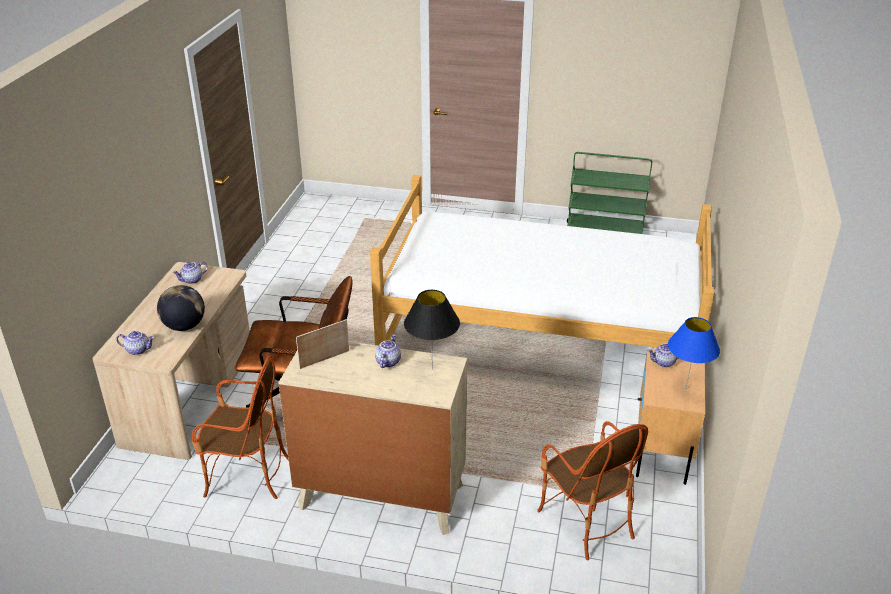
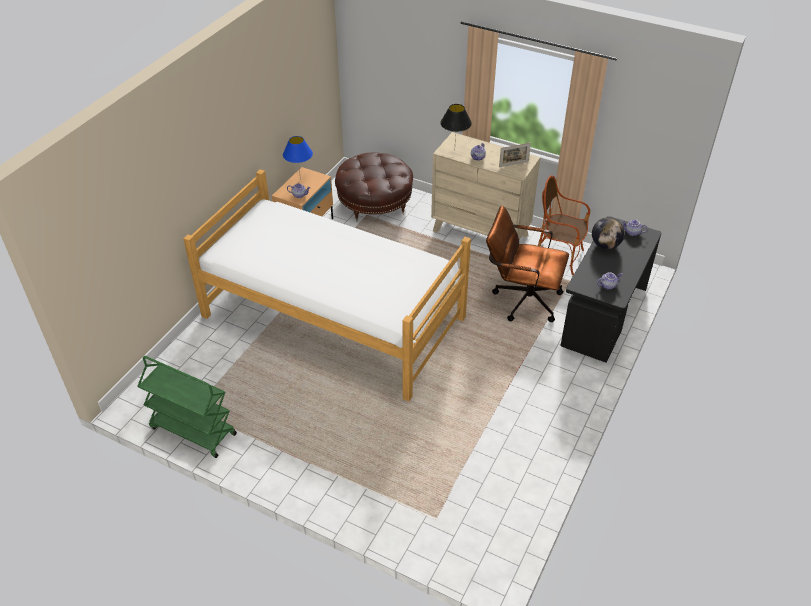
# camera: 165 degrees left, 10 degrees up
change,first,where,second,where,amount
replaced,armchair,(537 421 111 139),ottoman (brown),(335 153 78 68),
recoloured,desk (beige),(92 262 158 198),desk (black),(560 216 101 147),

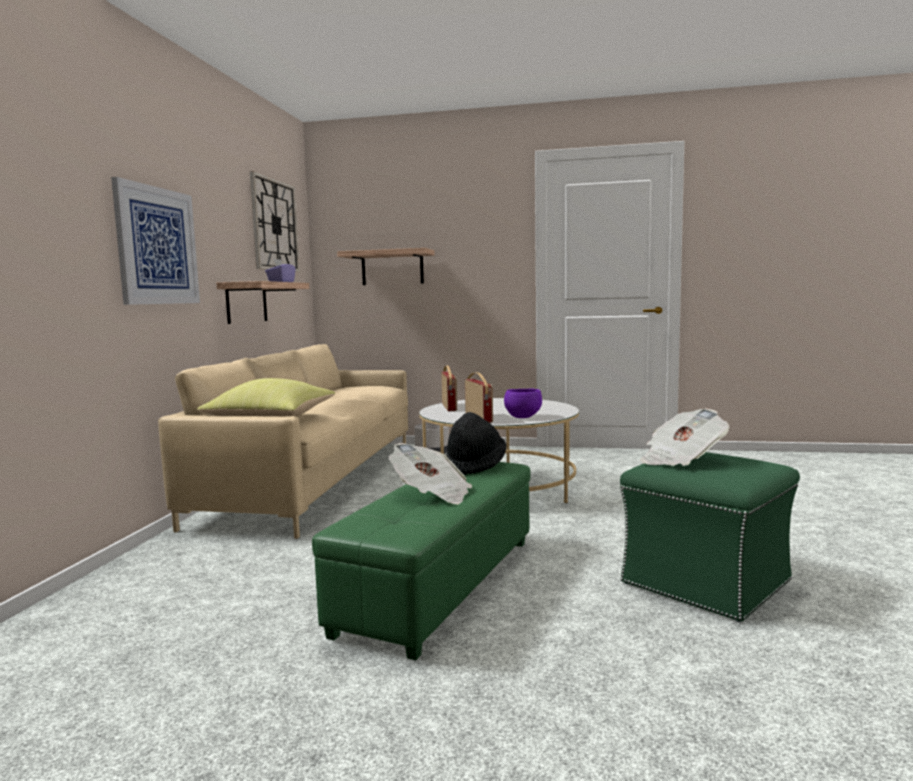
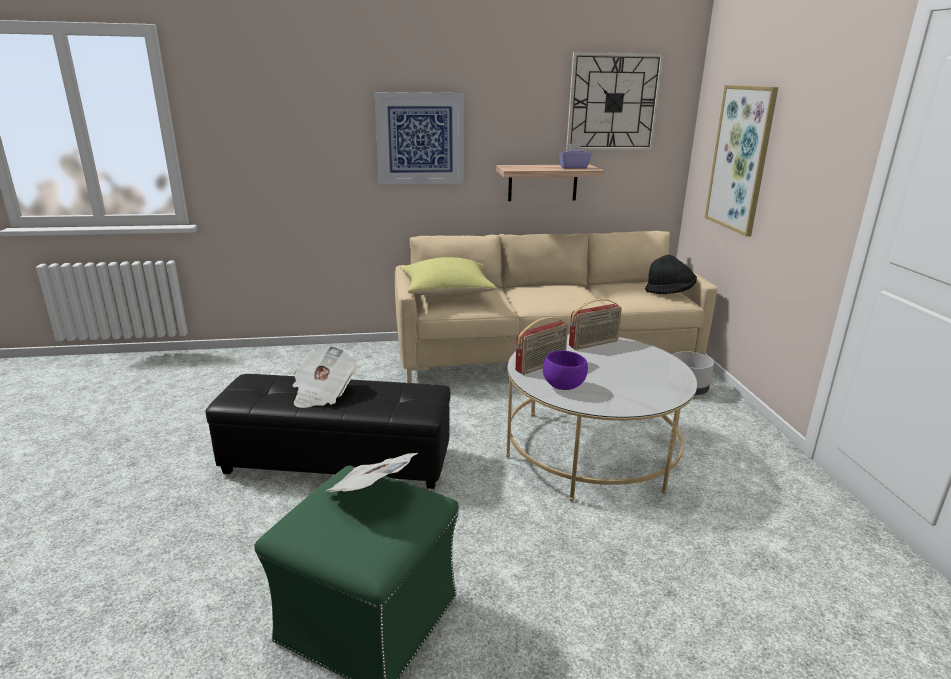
# camera: 70 degrees right, 15 degrees up
change,first,where,second,where,amount
moved,hat (black),(447 412 60 63),,(645 255 52 39),
replaced,shelf,(337 248 98 37),picture,(705 85 73 152),
recoloured,ottoman (green),(312 462 219 198),ottoman (black),(205 374 245 115),

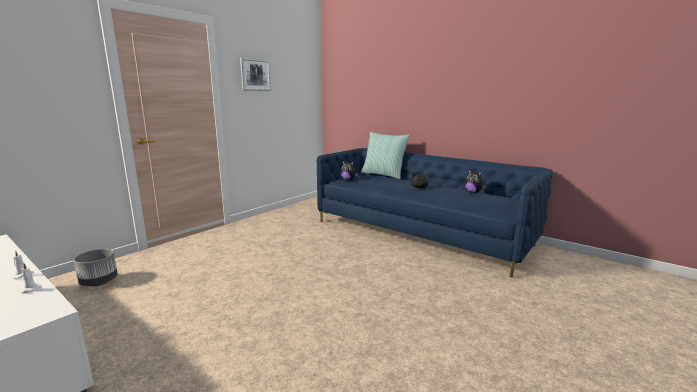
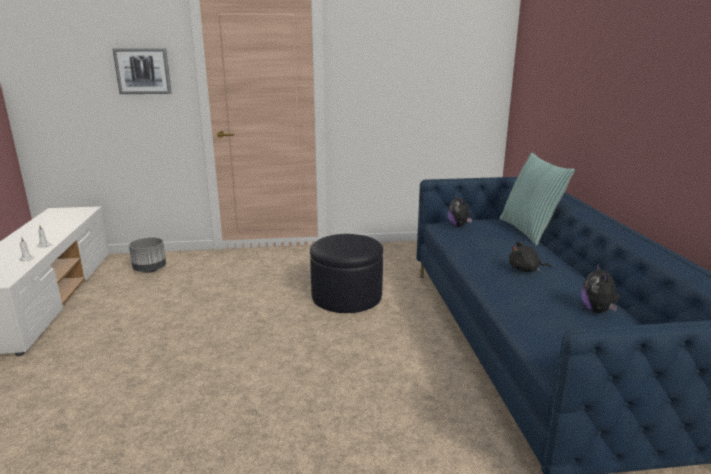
# camera: 45 degrees right, 5 degrees up
change,first,where,second,where,amount
added,,,ottoman (black),(310 234 73 79),
moved,picture,(240 58 31 33),,(112 48 60 46),

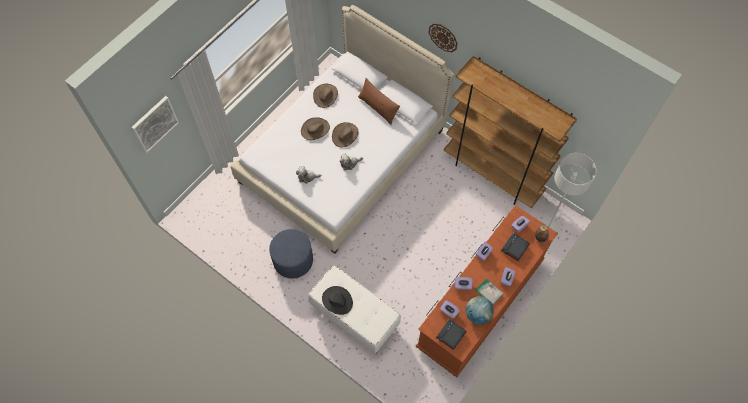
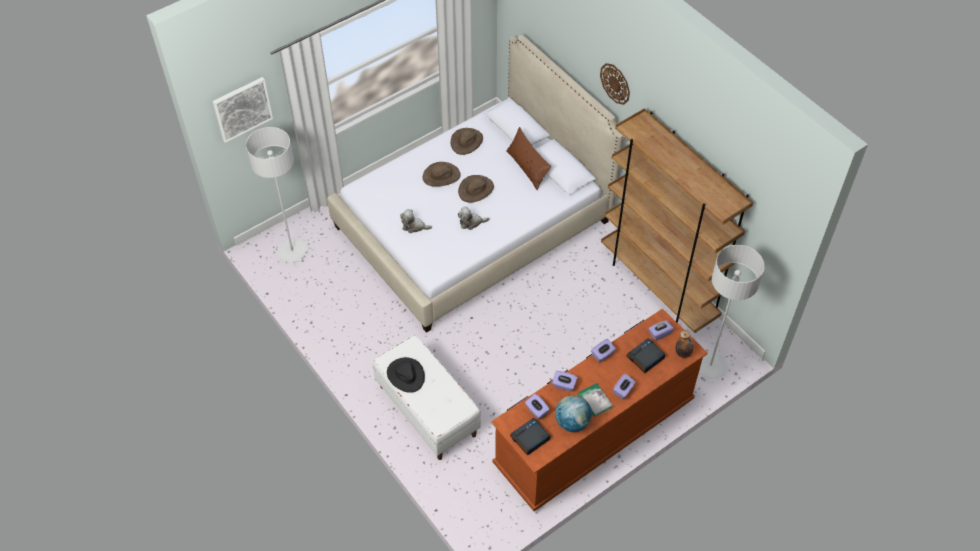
# camera: 15 degrees right, 10 degrees down
change,first,where,second,where,amount
removed,ottoman (blue),(269 229 44 50),,,
added,,,floor lamp (grey),(246 127 61 136),

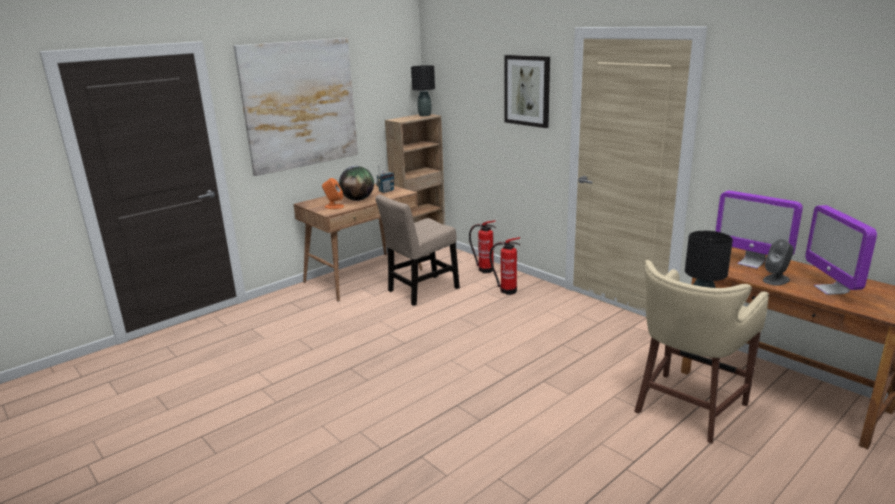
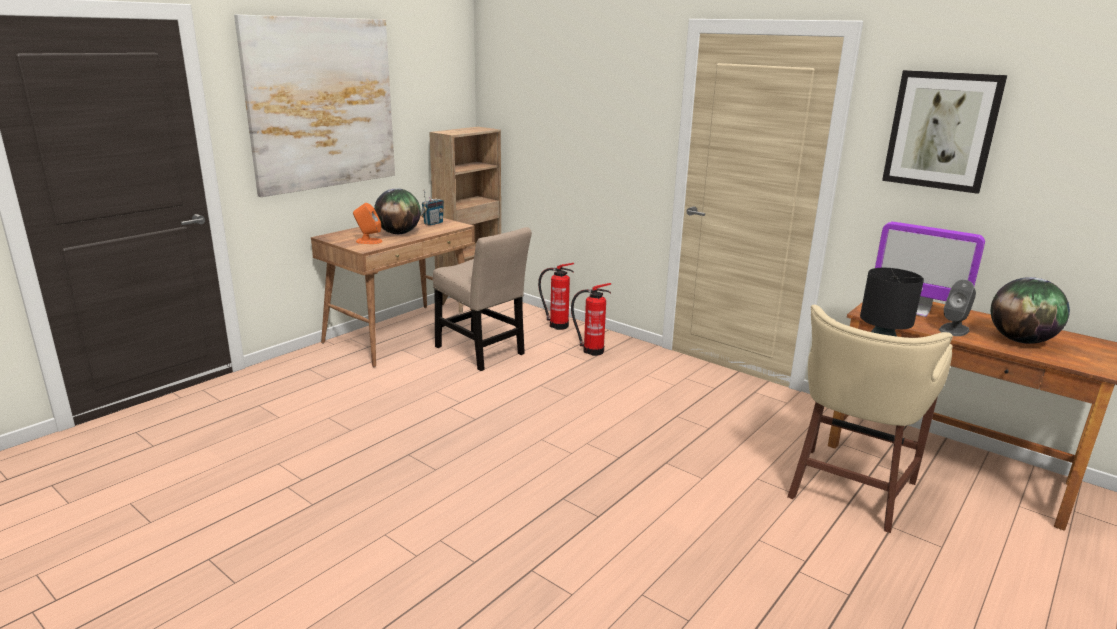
# camera: 10 degrees left, 0 degrees up
change,first,where,second,where,amount
removed,table lamp (black),(411 65 24 51),,,
moved,picture,(504 55 46 73),,(882 70 125 124),
replaced,monitor,(805 205 72 90),globe,(991 277 79 67),
turned,chair (beige),(375 195 85 111),,(433 227 99 144),90 degrees counterclockwise

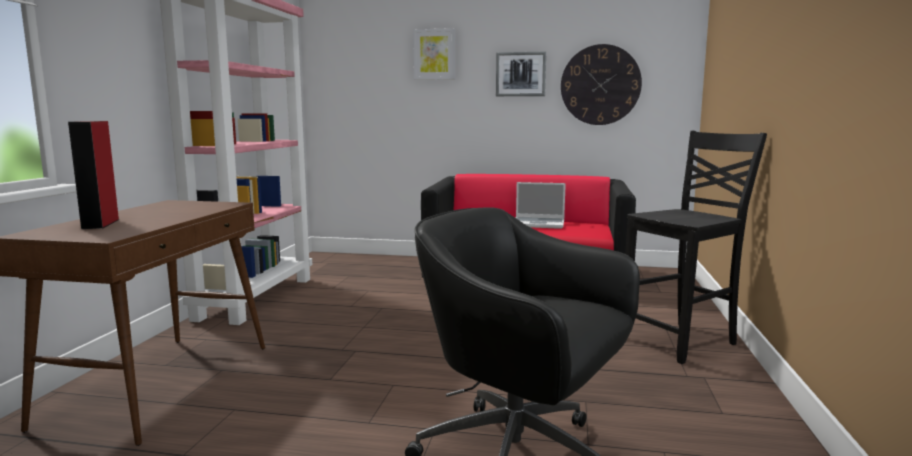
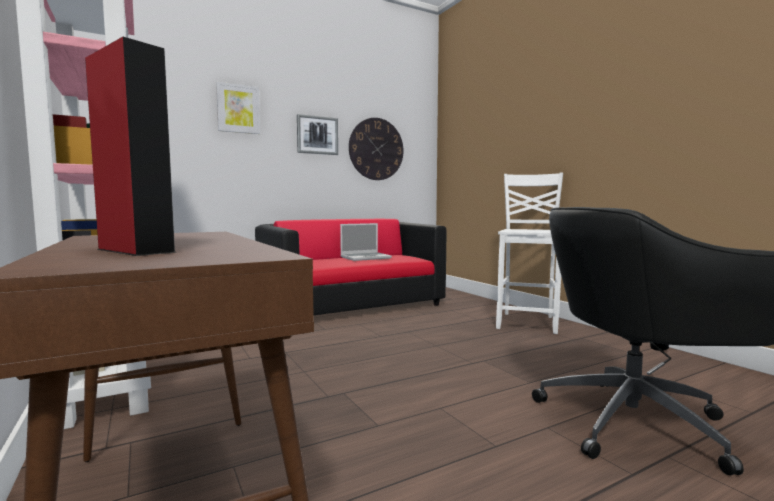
# camera: 40 degrees left, 5 degrees down
change,first,where,second,where,amount
recoloured,chair (black),(625 131 142 233),chair (white),(496 172 67 162),

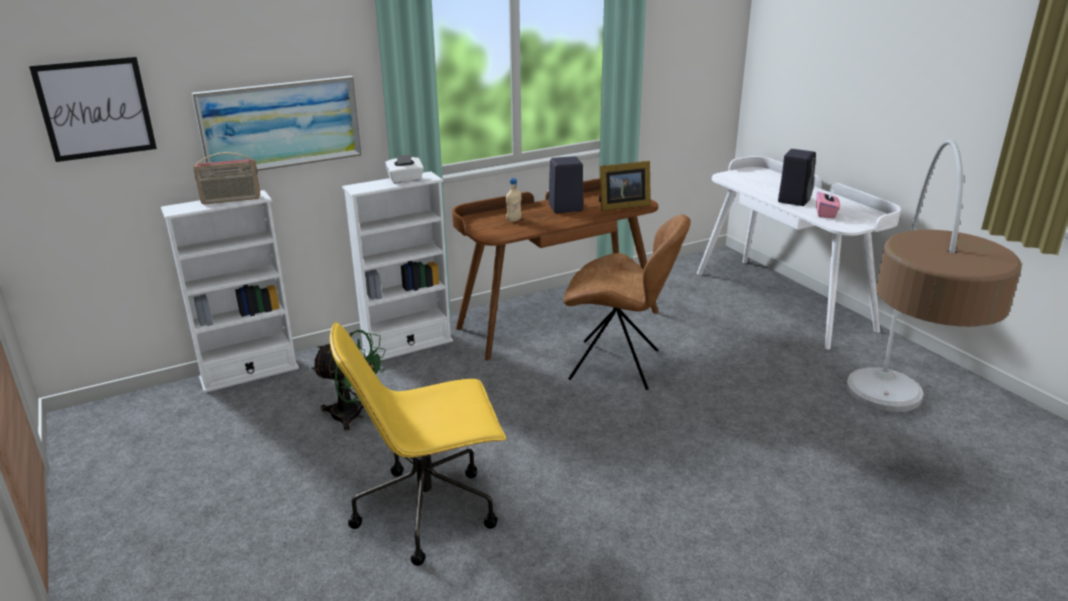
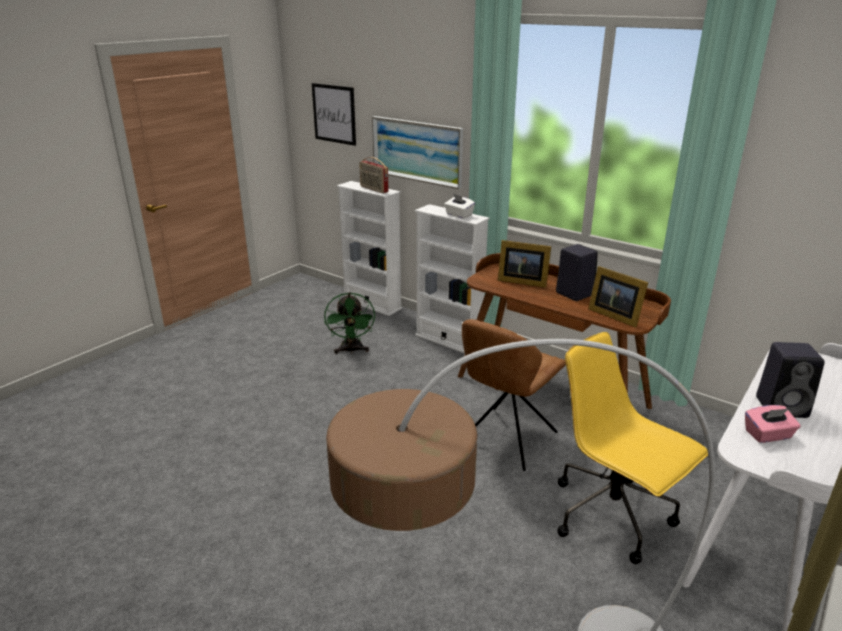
# camera: 65 degrees right, 0 degrees up
change,first,where,second,where,amount
moved,office chair (yellow),(330 322 176 244),,(557 332 151 232),
replaced,bottle (beige),(506 178 16 44),picture frame,(498 240 53 48),
turned,chair (brown),(563 214 128 176),,(462 319 104 152),45 degrees clockwise

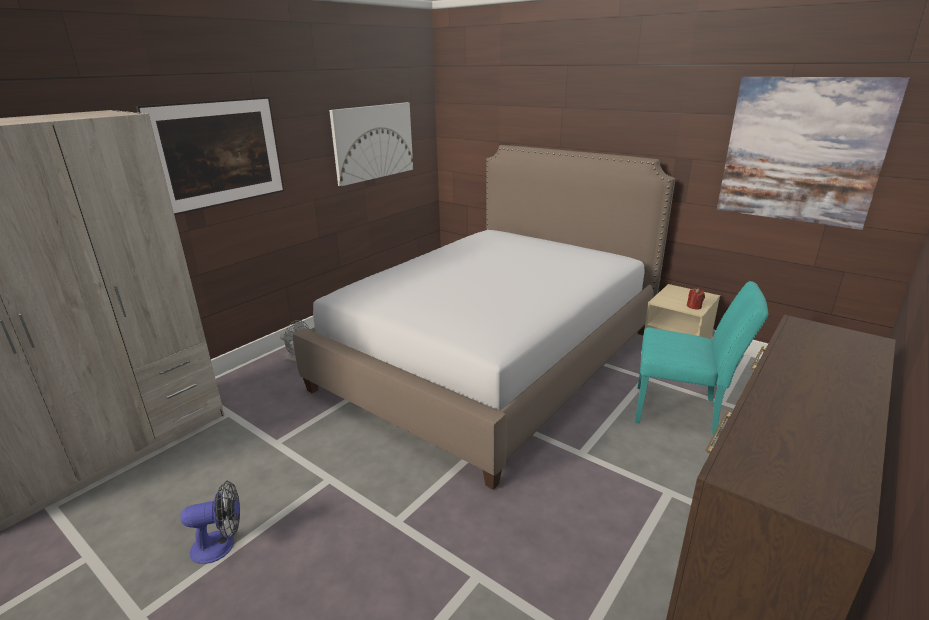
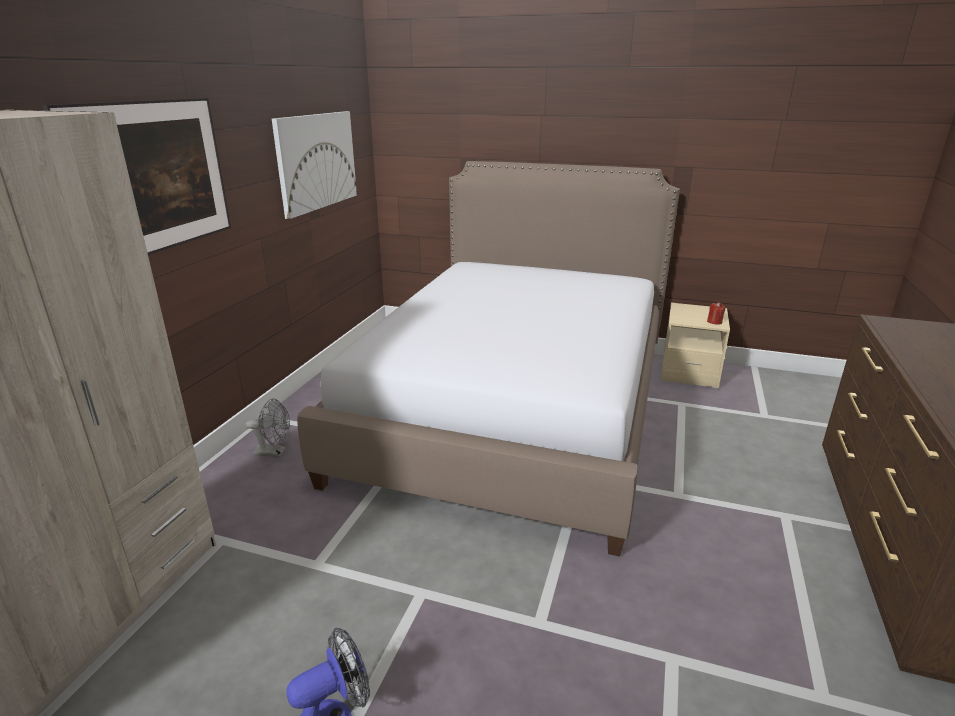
# camera: 20 degrees left, 0 degrees up
change,first,where,second,where,amount
removed,chair (turquoise),(635 281 133 155),,,
removed,picture,(717 77 193 153),,,

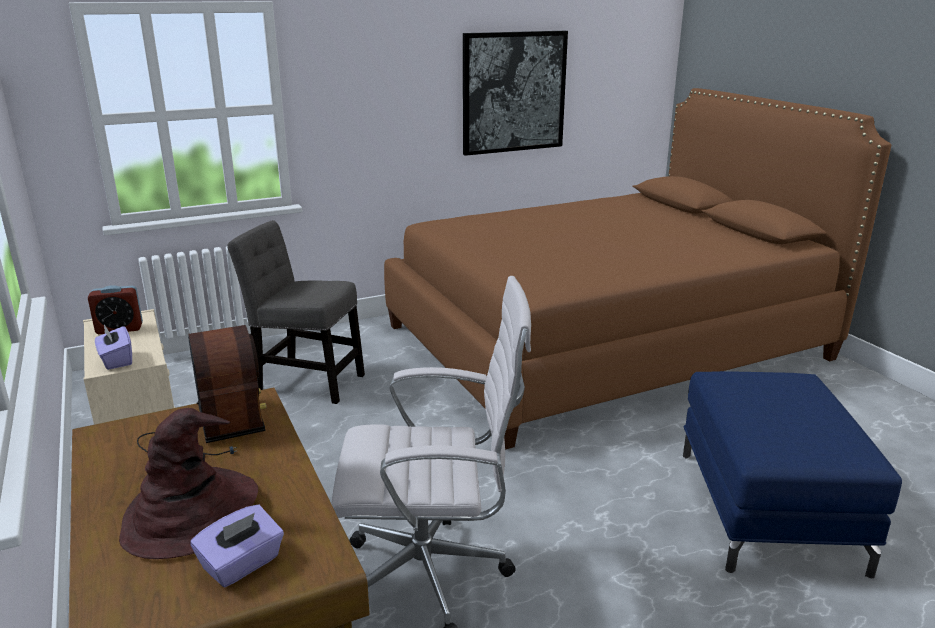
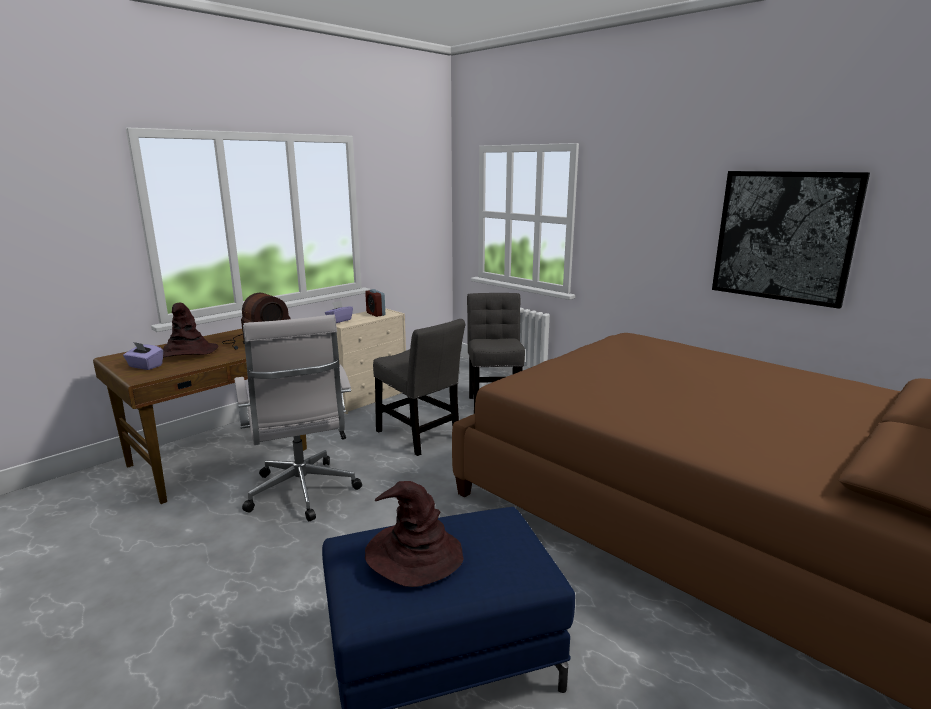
# camera: 70 degrees right, 5 degrees down
change,first,where,second,where,amount
added,,,hat (brown),(365 481 99 106),
added,,,chair (grey),(373 319 92 137),

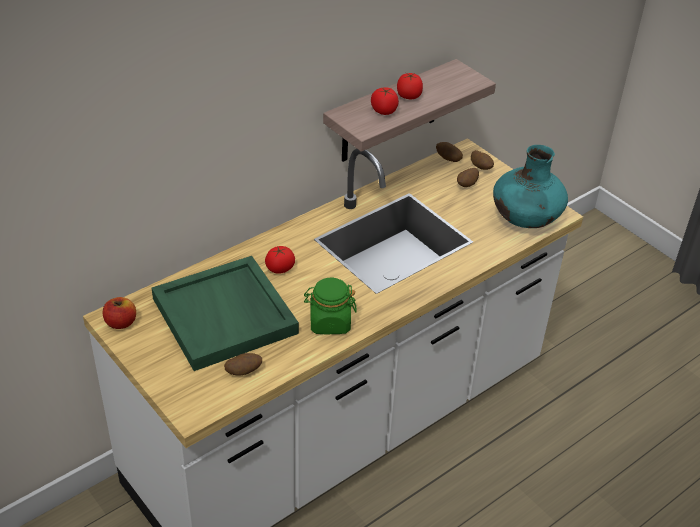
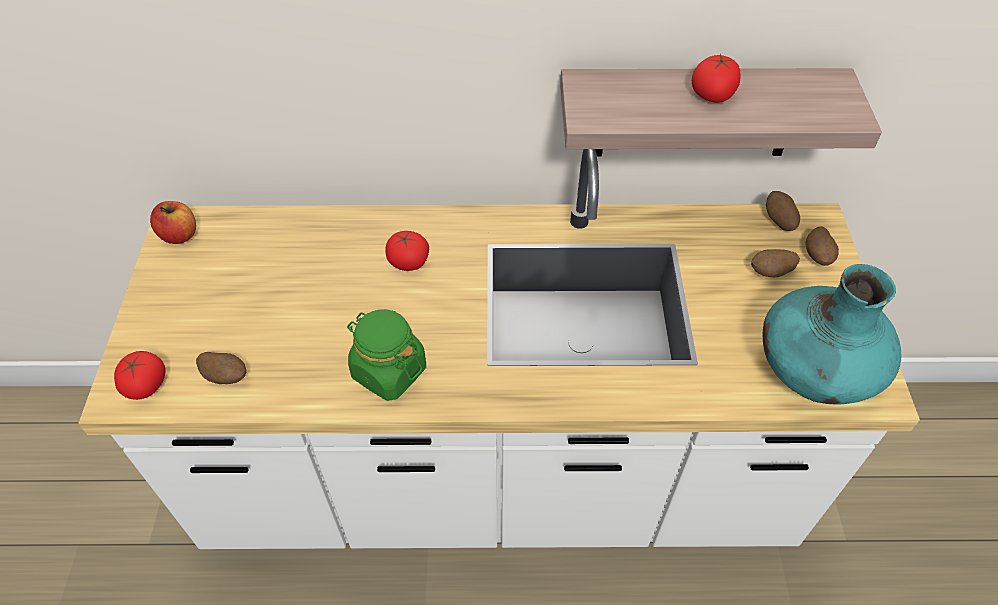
# camera: 40 degrees right, 10 degrees up
change,first,where,second,where,amount
removed,tray (green),(152 256 147 115),,,
moved,tomato,(371 87 28 28),,(114 351 52 49),

